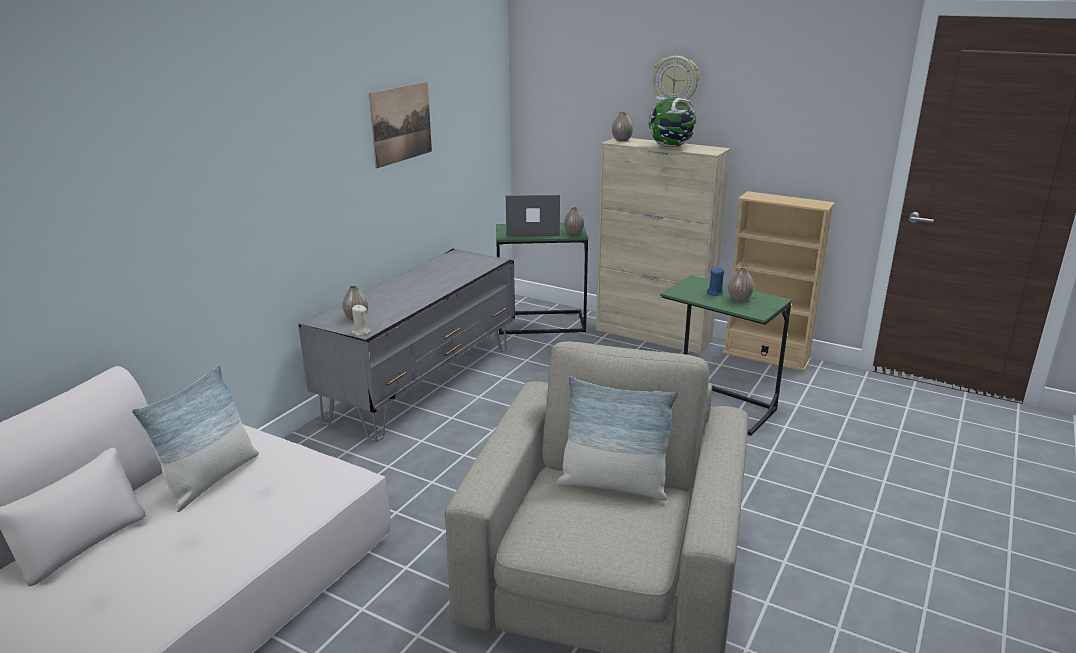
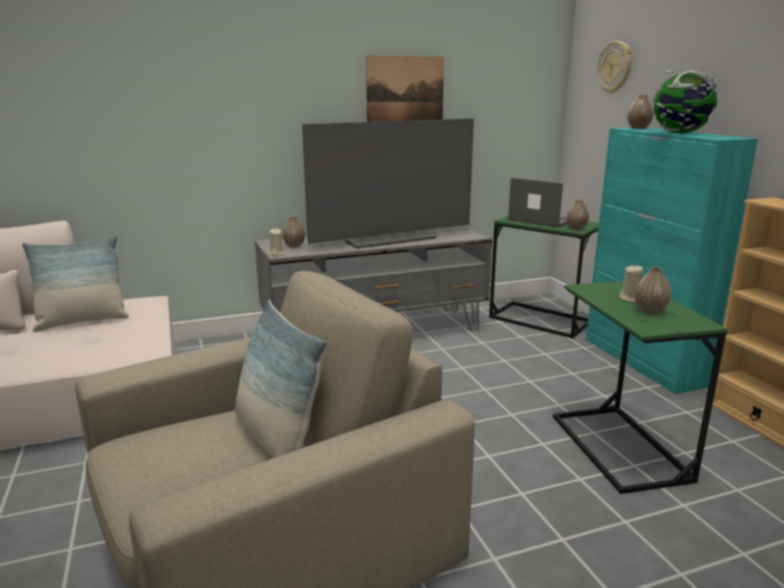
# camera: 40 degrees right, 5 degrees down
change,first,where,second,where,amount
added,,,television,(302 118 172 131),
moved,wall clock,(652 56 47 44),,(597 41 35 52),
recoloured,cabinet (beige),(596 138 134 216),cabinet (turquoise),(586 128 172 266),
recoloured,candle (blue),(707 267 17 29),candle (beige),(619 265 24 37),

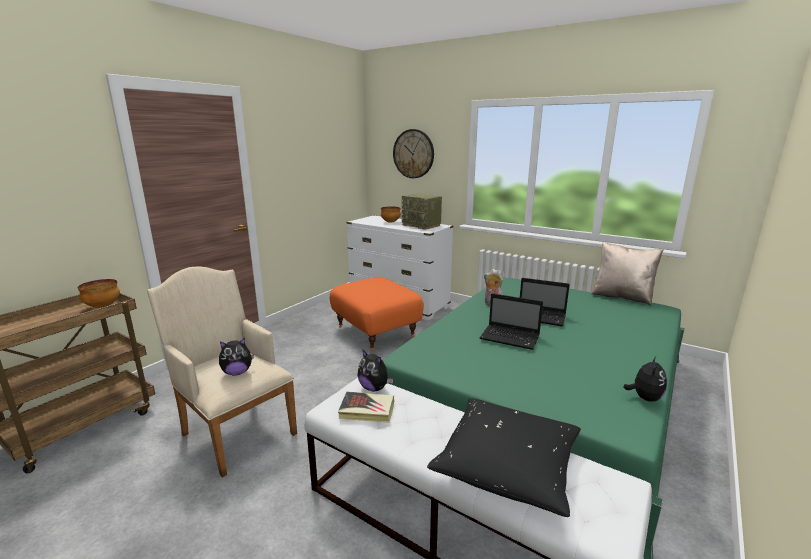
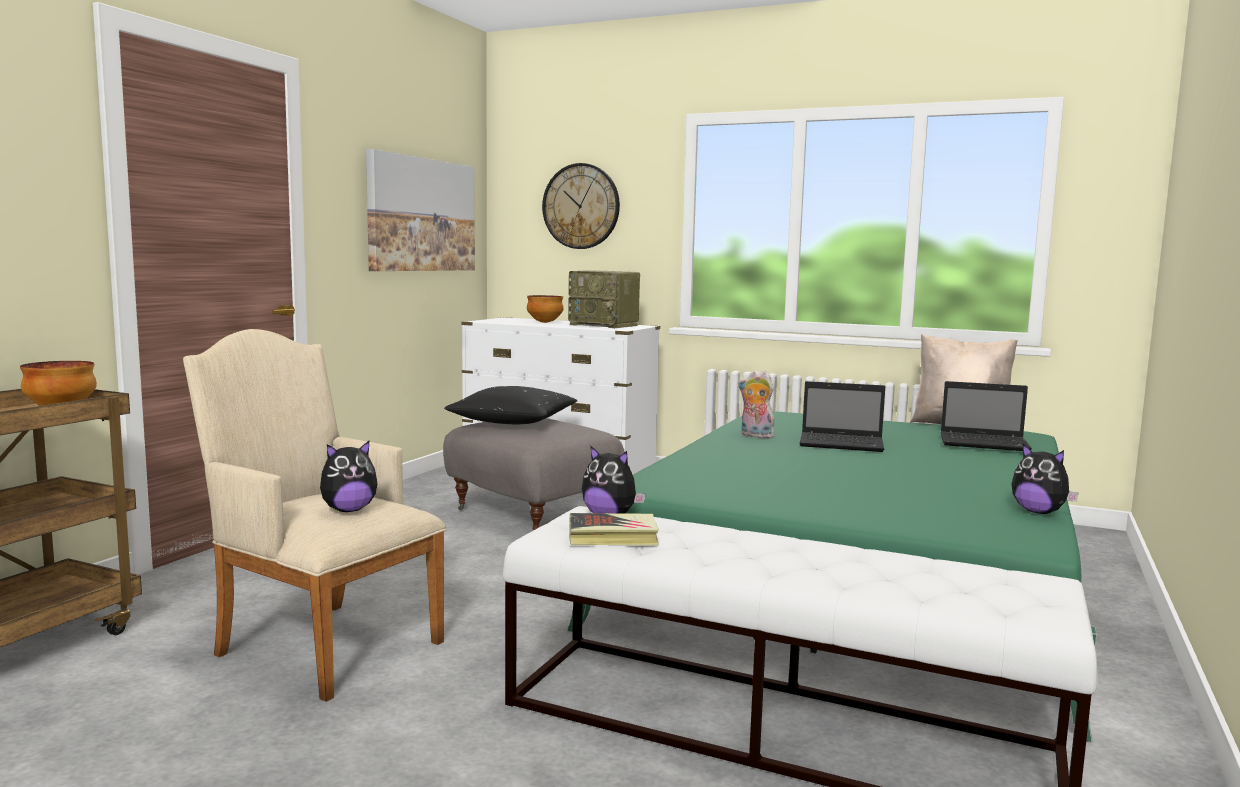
# camera: 10 degrees left, 10 degrees down
change,first,where,second,where,amount
added,,,picture,(366 149 109 122),
moved,pillow (black),(427 398 154 119),,(444 386 133 38),
moved,laptop,(480 293 63 57),,(940 381 92 70),
recoloured,ottoman (orange),(330 277 94 75),ottoman (grey),(443 418 182 112),
turned,plush toy,(623 356 44 46),,(1012 444 67 70),120 degrees clockwise

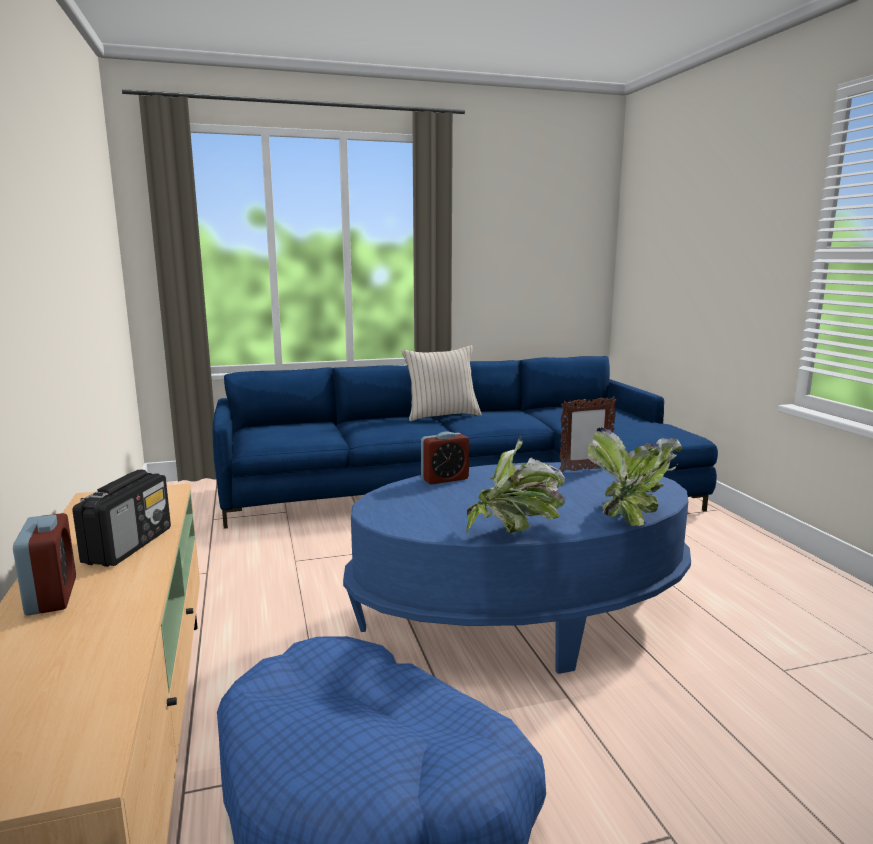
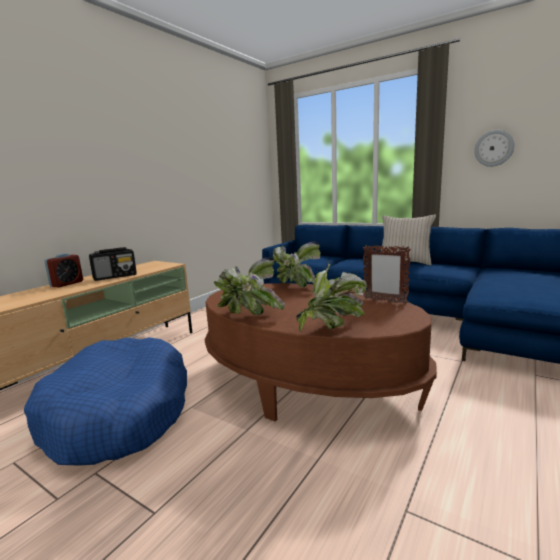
# camera: 50 degrees right, 0 degrees up
change,first,where,second,where,amount
added,,,wall clock,(474 130 40 37),
replaced,alarm clock,(421 432 48 53),potted plant,(273 242 48 45),
recoloured,coffee table (blue),(343 462 348 212),coffee table (brown),(205 283 232 138),

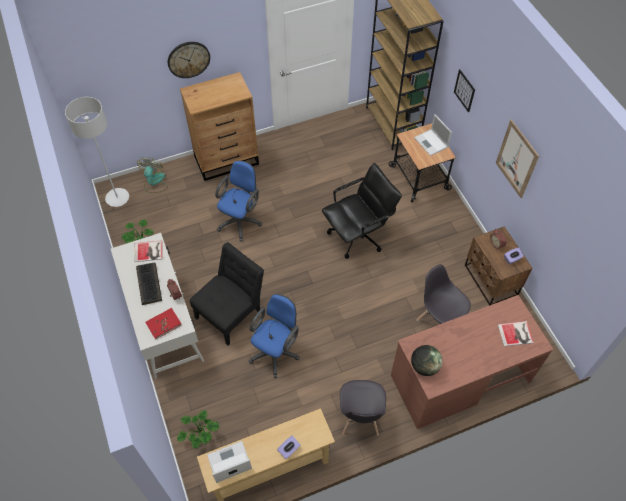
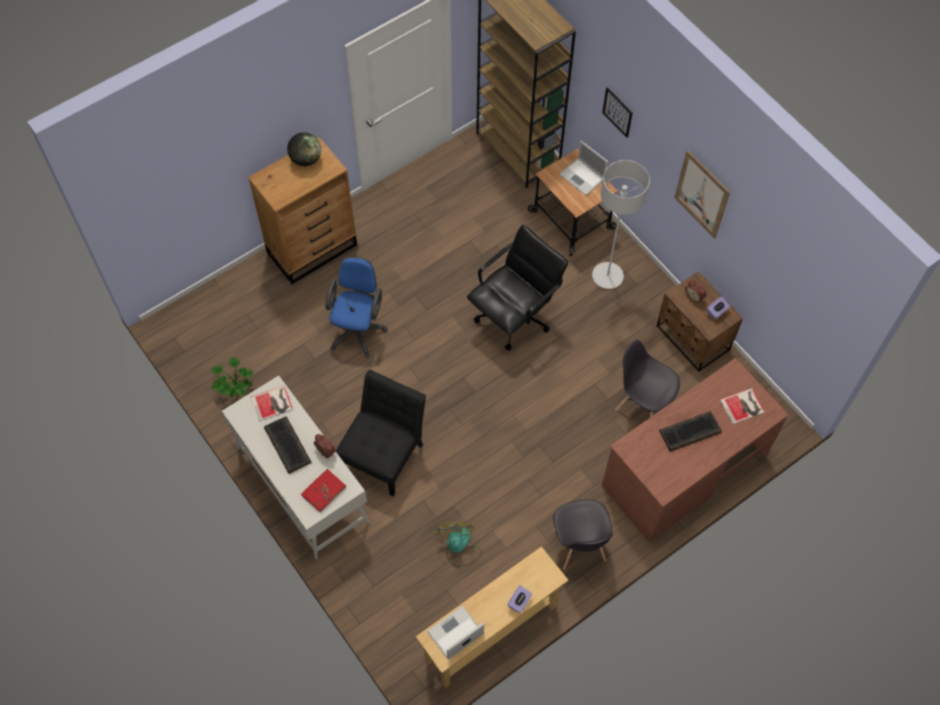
# camera: 15 degrees left, 5 degrees up
change,first,where,second,where,amount
removed,wall clock,(168 42 42 36),,,
removed,potted plant,(177 410 44 39),,,
removed,office chair (blue),(249 294 51 84),,,
added,,,keyboard,(659 411 63 41),
moved,floor lamp (grey),(65 97 64 110),,(592 160 58 129),
moved,fan,(137 157 31 36),,(435 522 48 45),
moved,globe,(411 345 32 31),,(287 132 34 34),

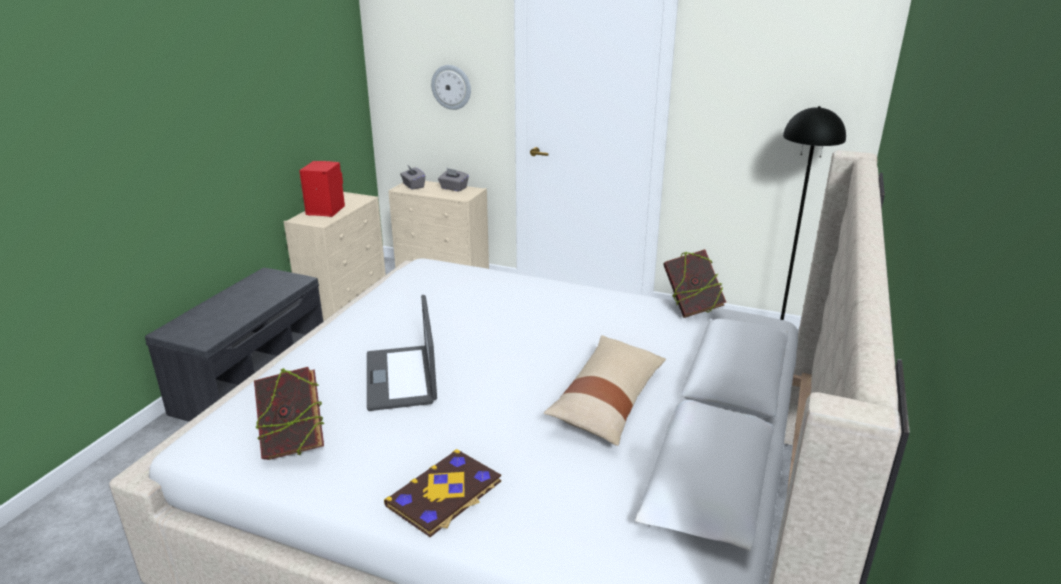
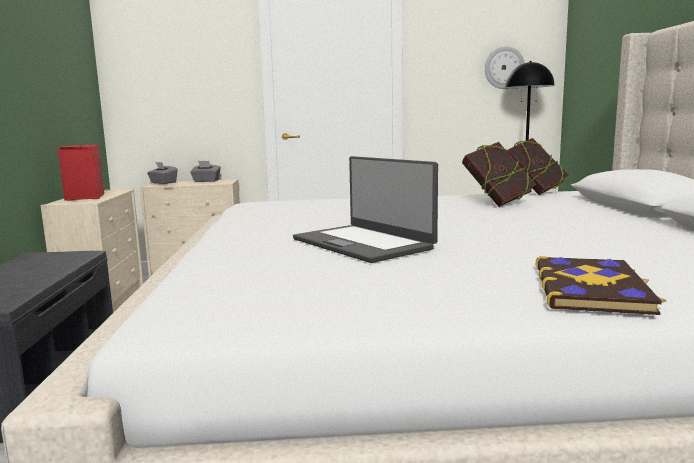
# camera: 25 degrees left, 15 degrees down
change,first,where,second,where,amount
removed,pillow (beige),(544 335 122 111),,,
moved,book,(254 367 70 93),,(462 142 75 65),
moved,wall clock,(431 65 40 45),,(485 46 40 43),

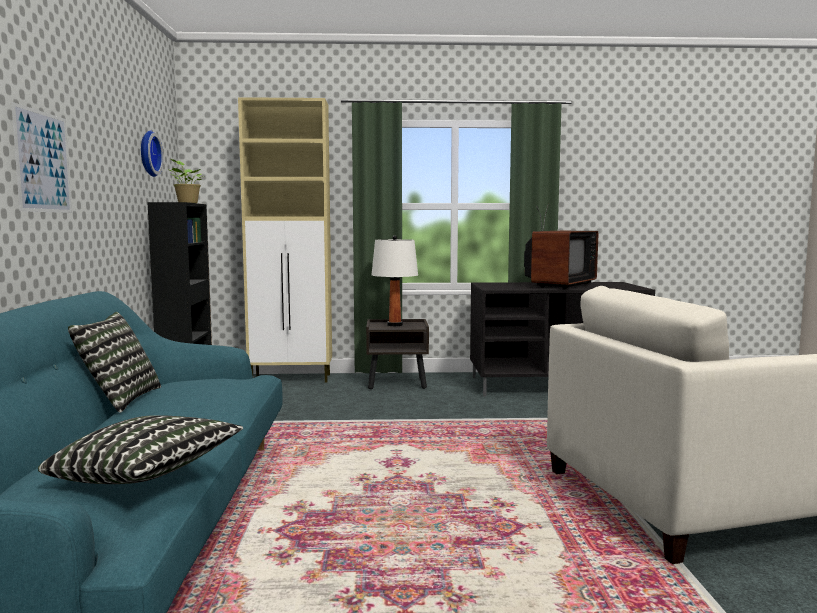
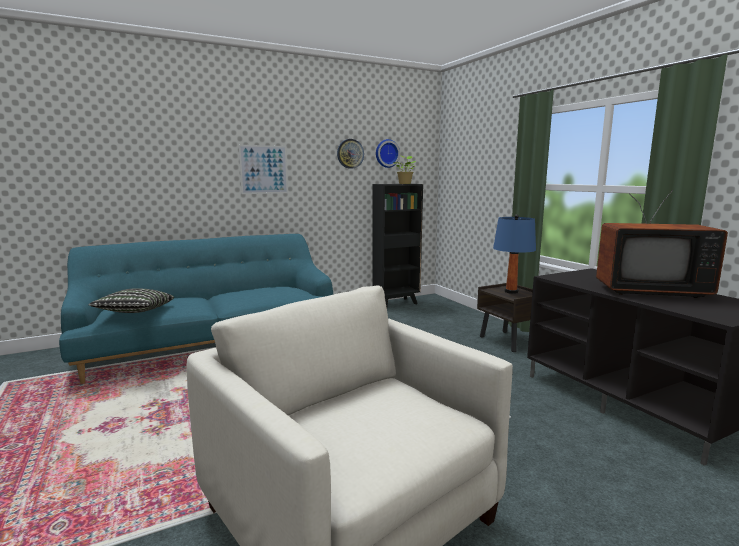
# camera: 65 degrees right, 5 degrees up
change,first,where,second,where,amount
removed,pillow,(68 312 93 101),,,
removed,cabinet (beige),(238 97 94 285),,,
added,,,wall clock,(337 139 27 30),
recoloured,table lamp (white),(372 235 46 91),table lamp (blue),(493 215 43 79),

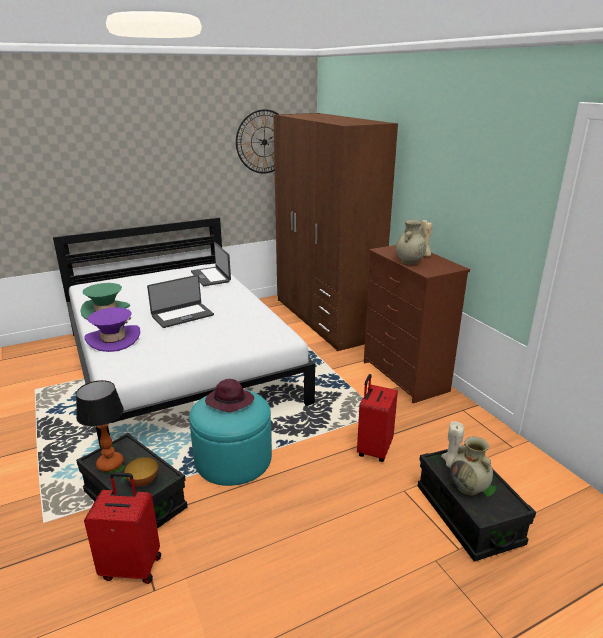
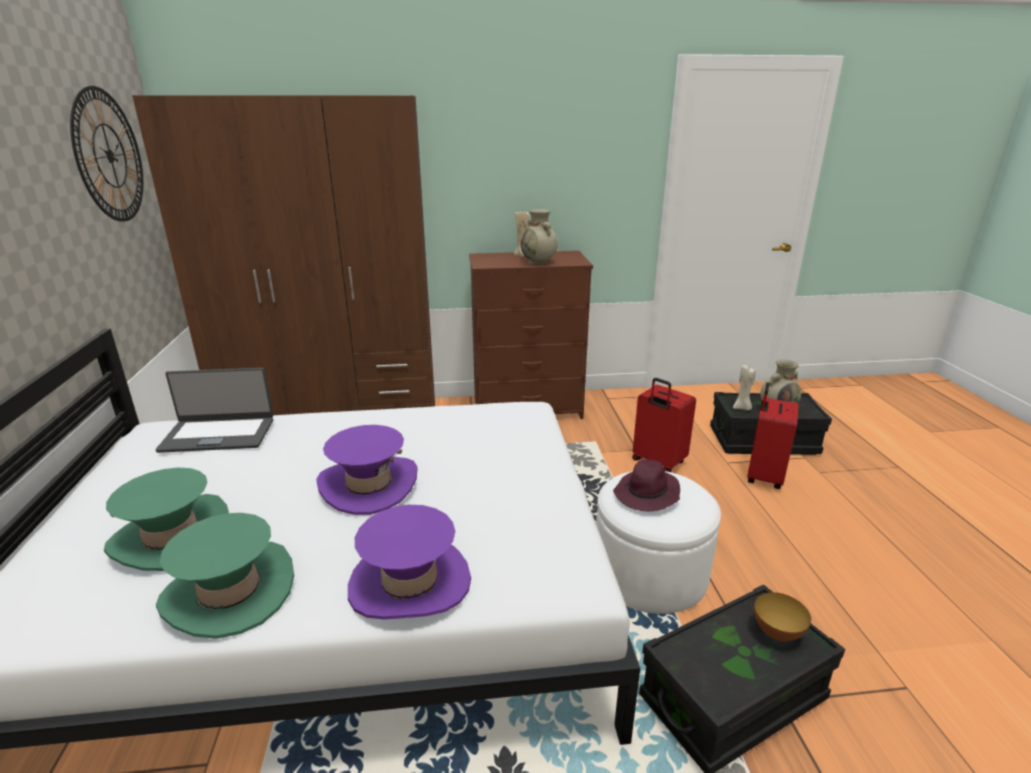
# camera: 70 degrees left, 0 degrees up
change,first,where,second,where,amount
removed,table lamp,(76 380 48 92),,,
added,,,hat (green),(104 468 125 103),
moved,suitcase (red),(84 472 77 112),,(747 382 52 107),
replaced,laptop,(147 275 67 53),hat (purple),(316 425 102 90),
recoloured,ottoman (turquoise),(189 390 83 96),ottoman (white),(596 471 125 143),

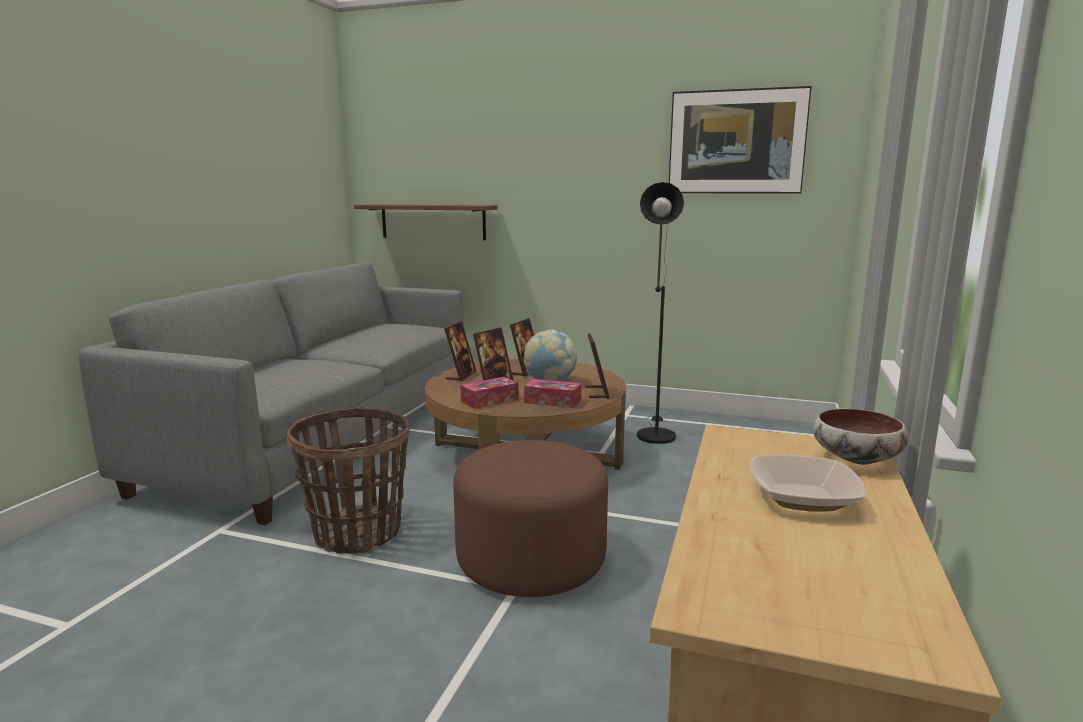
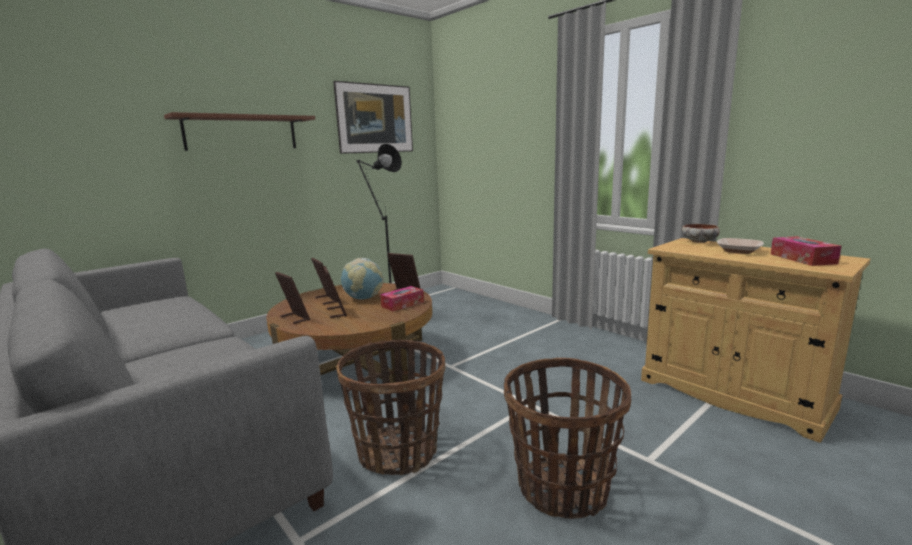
# camera: 60 degrees left, 0 degrees up
change,first,where,second,where,amount
removed,ottoman (brown),(453 440 155 157),,,
added,,,basket,(504 358 127 161),
moved,shelf (brown),(354 204 143 36),,(164 112 151 39),
moved,tissue box,(460 377 59 32),,(771 236 71 30),

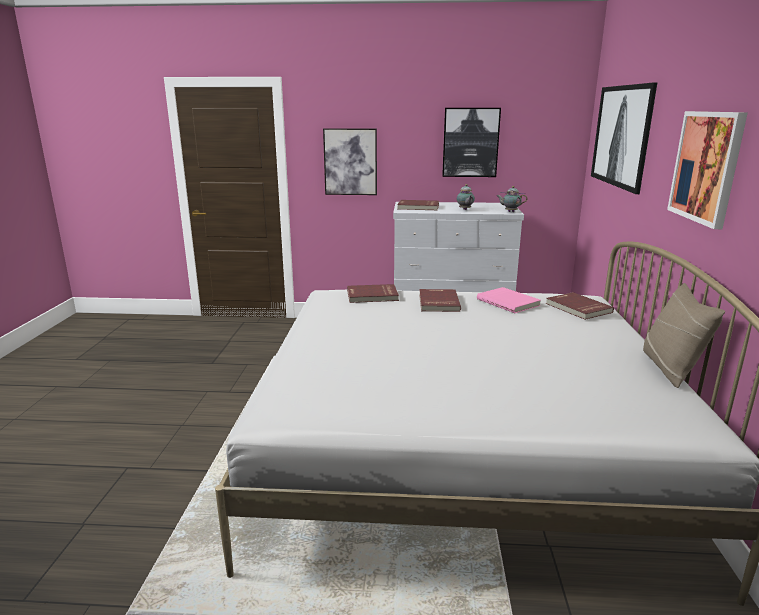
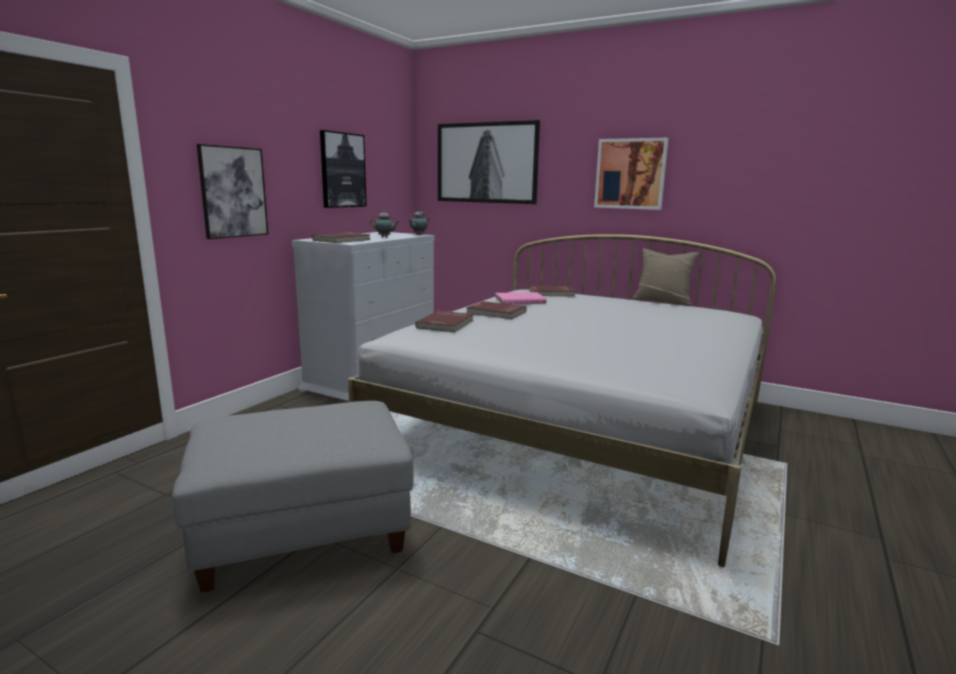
# camera: 65 degrees left, 5 degrees down
change,first,where,second,where,amount
added,,,ottoman (grey),(172 401 242 191),

